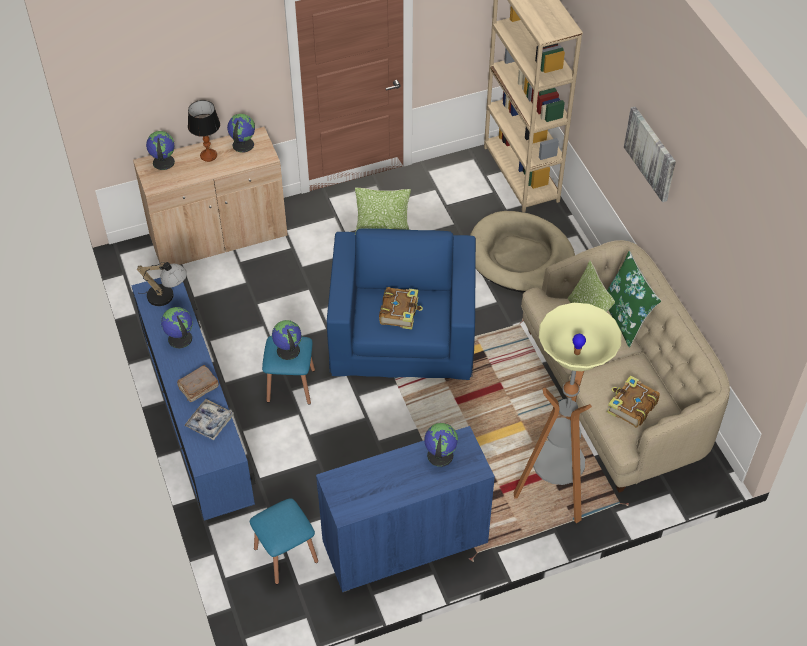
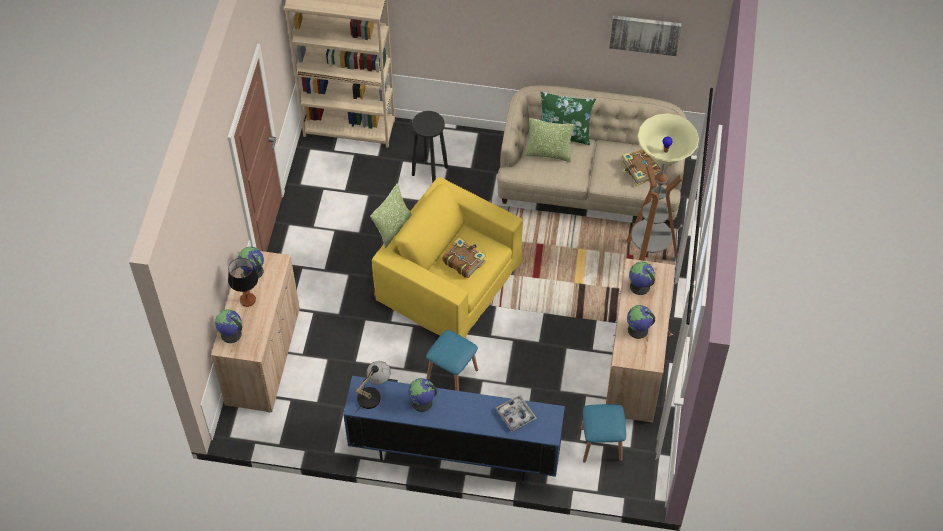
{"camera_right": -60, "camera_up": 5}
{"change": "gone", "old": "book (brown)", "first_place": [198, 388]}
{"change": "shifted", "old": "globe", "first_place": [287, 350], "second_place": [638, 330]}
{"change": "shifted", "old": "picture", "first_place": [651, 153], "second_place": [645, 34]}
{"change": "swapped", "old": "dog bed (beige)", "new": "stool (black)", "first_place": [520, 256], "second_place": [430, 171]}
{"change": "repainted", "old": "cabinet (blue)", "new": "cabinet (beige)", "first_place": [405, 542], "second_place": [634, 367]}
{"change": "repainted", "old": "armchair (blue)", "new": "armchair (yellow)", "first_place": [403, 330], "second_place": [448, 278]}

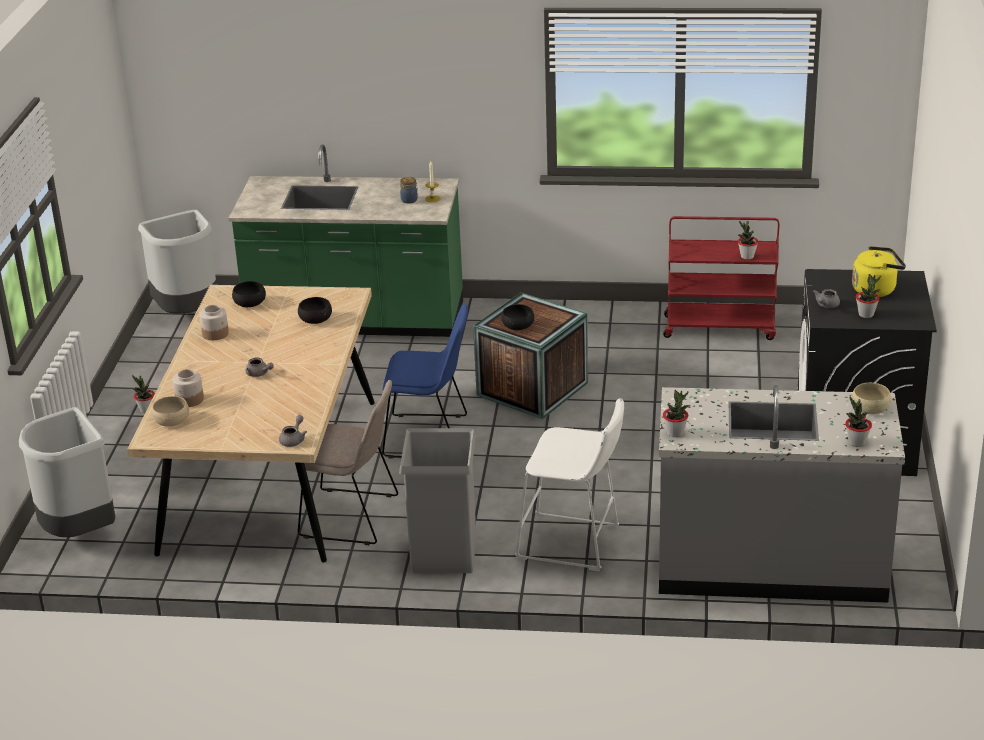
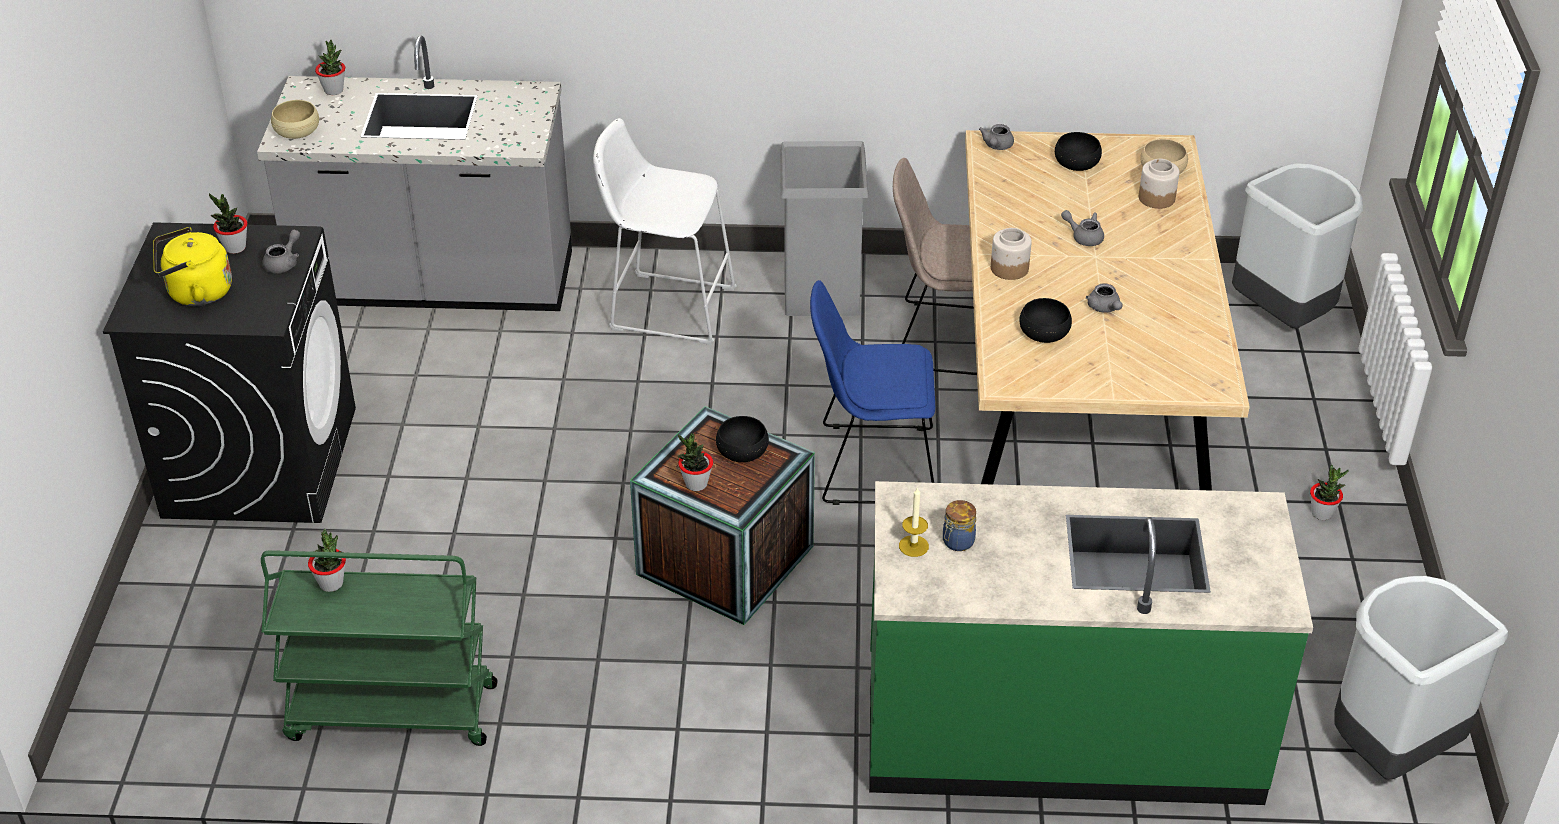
{"camera_right": 175, "camera_up": 10}
{"change": "new", "new": "teapot (grey)", "second_place": [1104, 308]}
{"change": "shifted", "old": "jar", "first_place": [215, 334], "second_place": [1009, 268]}
{"change": "shifted", "old": "bowl (black)", "first_place": [250, 302], "second_place": [1076, 163]}
{"change": "shifted", "old": "potted plant", "first_place": [675, 433], "second_place": [696, 484]}
{"change": "repainted", "old": "cart (red)", "new": "cart (green)", "first_place": [720, 327], "second_place": [390, 713]}

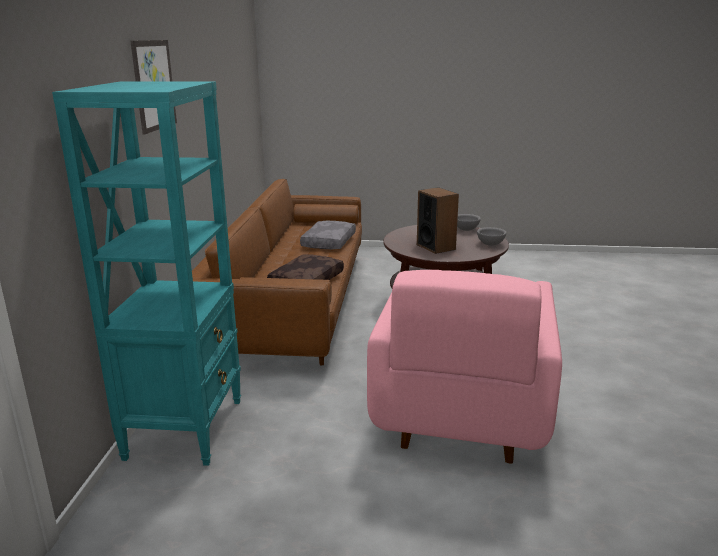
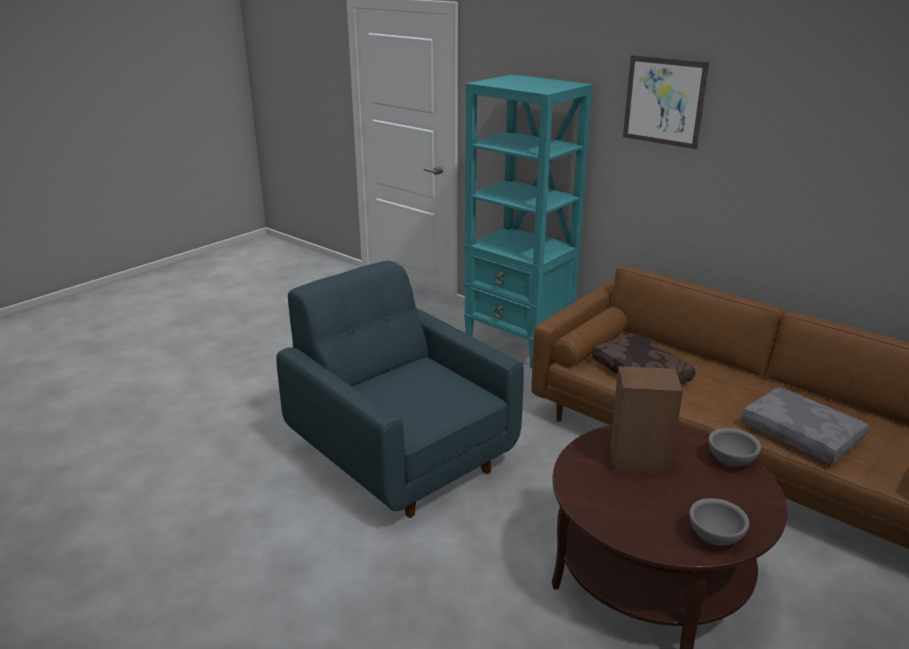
{"camera_right": 125, "camera_up": 5}
{"change": "shifted", "old": "bowl (grey)", "first_place": [490, 244], "second_place": [730, 461]}
{"change": "repainted", "old": "armchair (pink)", "new": "armchair (blue)", "first_place": [462, 411], "second_place": [400, 456]}

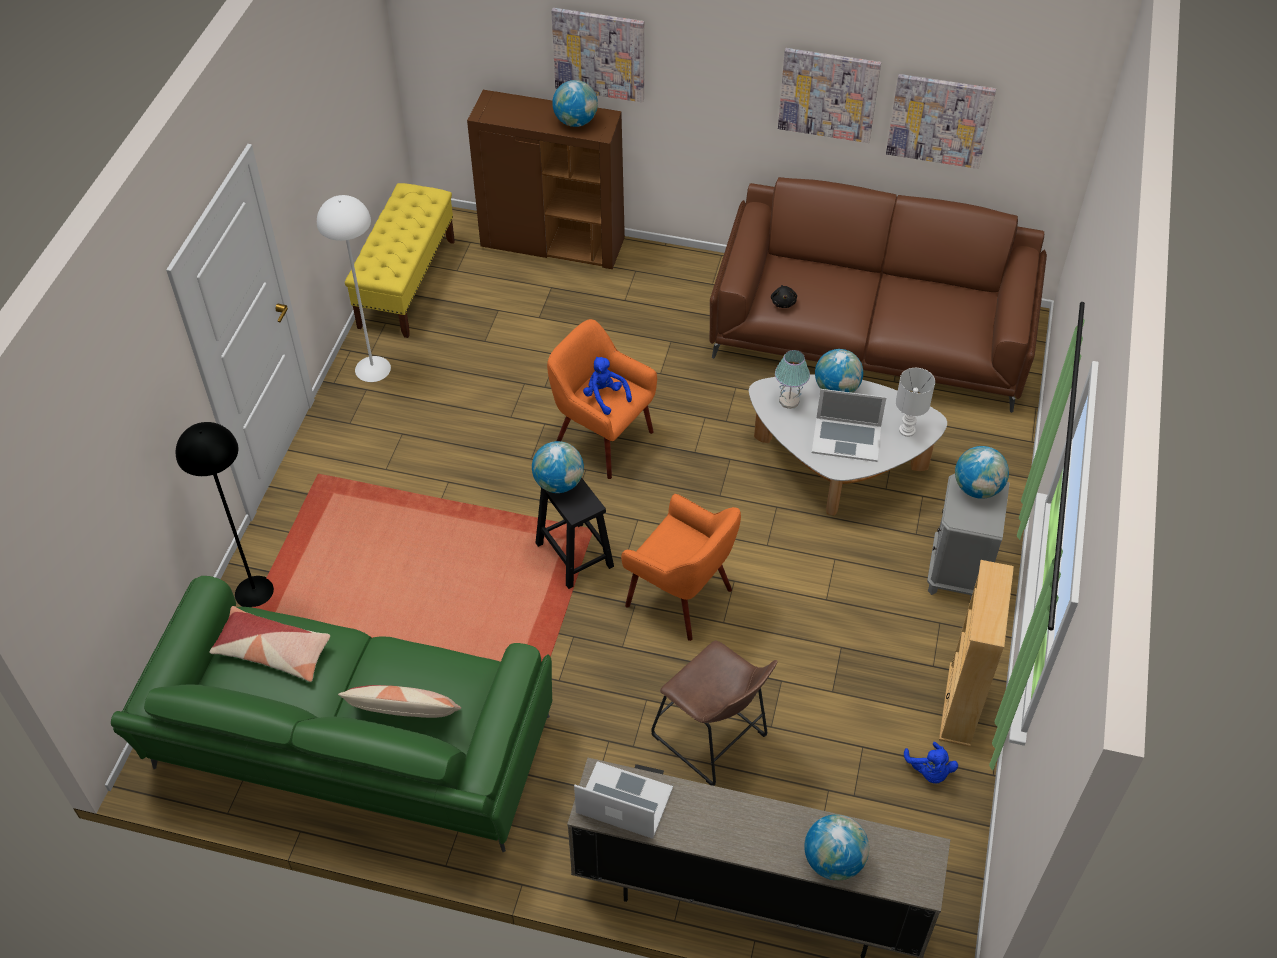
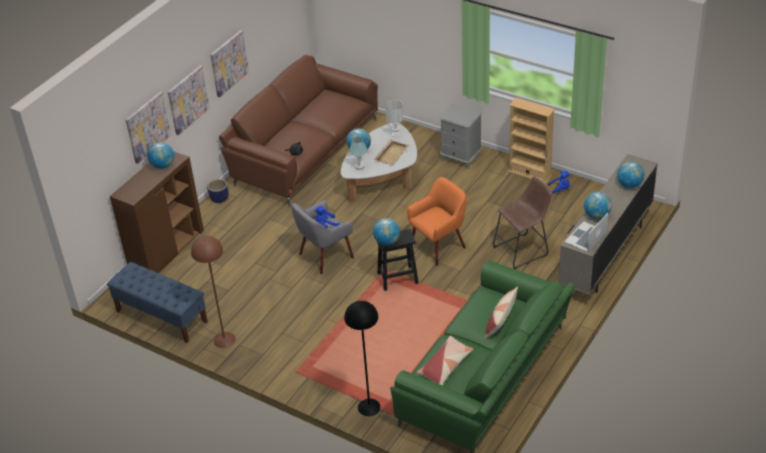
{"camera_right": -70, "camera_up": -10}
{"change": "new", "new": "planter", "second_place": [219, 198]}
{"change": "shifted", "old": "picture", "first_place": [939, 120], "second_place": [188, 99]}
{"change": "shifted", "old": "globe", "first_place": [977, 488], "second_place": [597, 215]}
{"change": "swapped", "old": "laptop", "new": "tray (beige)", "first_place": [846, 439], "second_place": [392, 153]}
{"change": "repainted", "old": "floor lamp (white)", "new": "floor lamp (brown)", "first_place": [372, 368], "second_place": [224, 340]}
{"change": "repainted", "old": "bench (yellow)", "new": "bench (blue)", "first_place": [407, 283], "second_place": [161, 316]}
{"change": "repainted", "old": "armchair (orange)", "new": "armchair (grey)", "first_place": [602, 438], "second_place": [325, 255]}

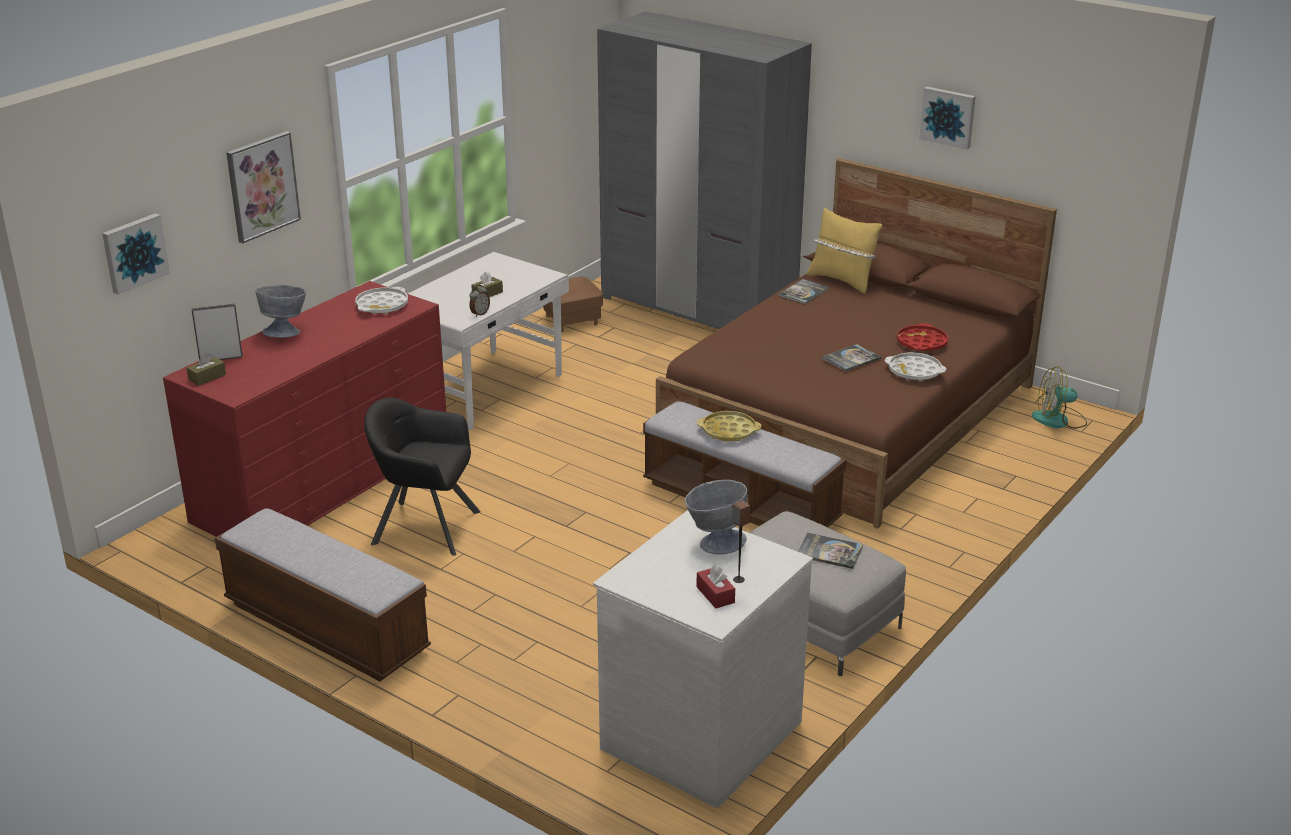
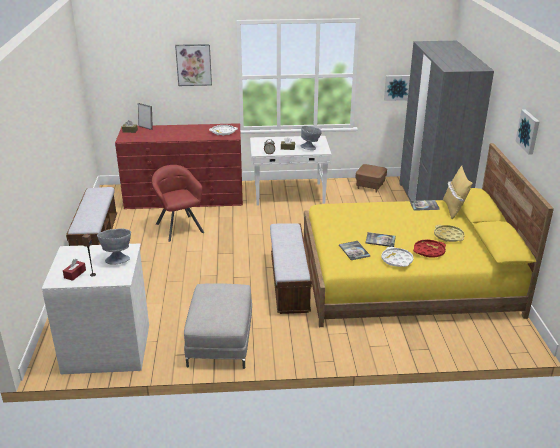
{"camera_right": 50, "camera_up": 0}
{"change": "gone", "old": "fan", "first_place": [1059, 420]}
{"change": "shifted", "old": "picture", "first_place": [134, 252], "second_place": [397, 87]}
{"change": "shifted", "old": "bowl (grey)", "first_place": [285, 331], "second_place": [311, 148]}
{"change": "shifted", "old": "tray (yellow)", "first_place": [728, 431], "second_place": [448, 236]}
{"change": "shifted", "old": "book", "first_place": [829, 552], "second_place": [354, 251]}
{"change": "repainted", "old": "armchair (black)", "new": "armchair (red)", "first_place": [425, 527], "second_place": [179, 228]}
{"change": "repainted", "old": "bed (brown)", "new": "bed (yellow)", "first_place": [851, 415], "second_place": [407, 279]}

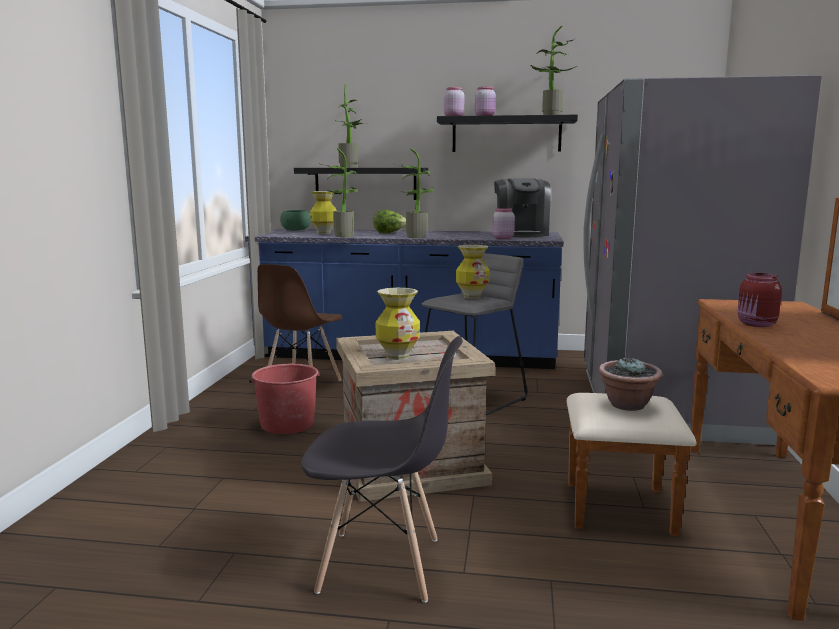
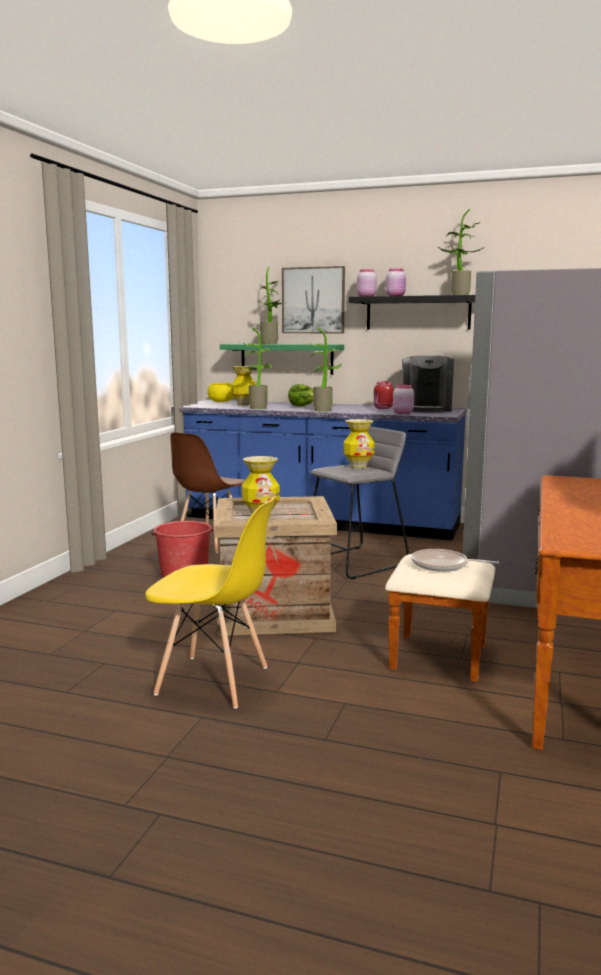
{"camera_right": 10, "camera_up": 0}
{"change": "new", "new": "picture", "second_place": [313, 300]}
{"change": "shifted", "old": "jar (red)", "first_place": [756, 324], "second_place": [382, 408]}
{"change": "swapped", "old": "potted plant", "new": "frying pan", "first_place": [627, 405], "second_place": [443, 565]}
{"change": "repainted", "old": "bowl (green)", "new": "bowl (yellow)", "first_place": [295, 230], "second_place": [221, 401]}
{"change": "repainted", "old": "shelf (black)", "new": "shelf (green)", "first_place": [365, 183], "second_place": [286, 359]}
{"change": "repainted", "old": "chair (grey)", "new": "chair (yellow)", "first_place": [382, 565], "second_place": [214, 681]}

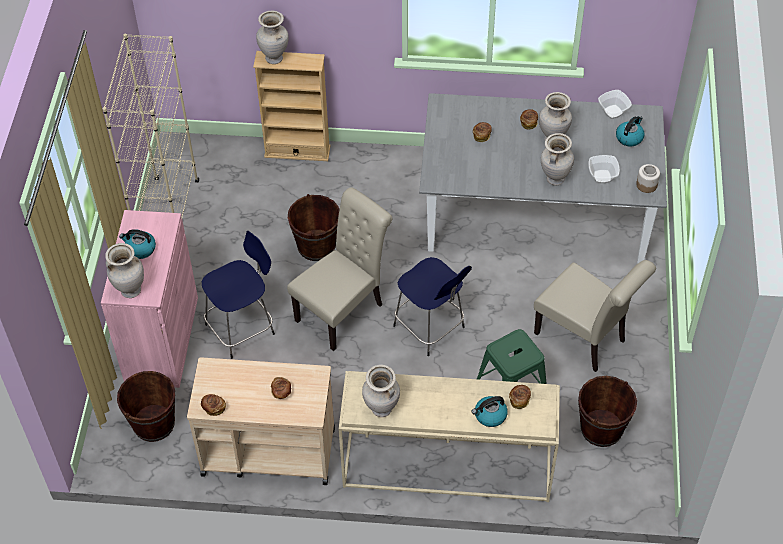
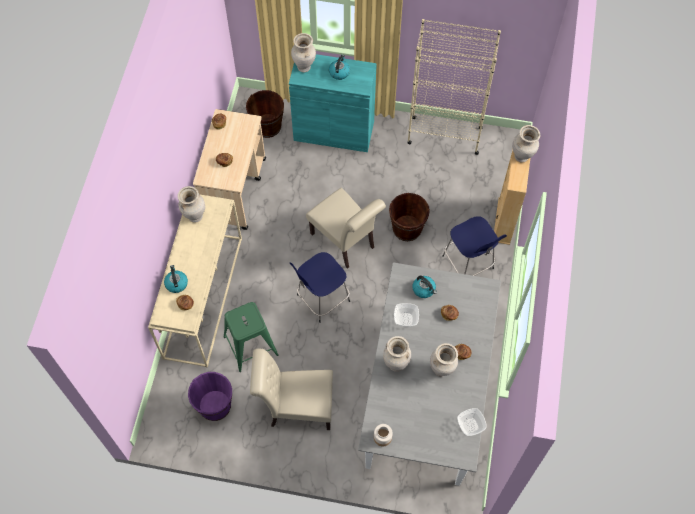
{"camera_right": 95, "camera_up": 10}
{"change": "shifted", "old": "stool (blue)", "first_place": [242, 328], "second_place": [469, 263]}
{"change": "shifted", "old": "bowl", "first_place": [602, 177], "second_place": [405, 320]}
{"change": "shifted", "old": "kettle", "first_place": [629, 137], "second_place": [424, 289]}
{"change": "repainted", "old": "cabinet (pink)", "new": "cabinet (turquoise)", "first_place": [162, 340], "second_place": [334, 131]}
{"change": "repainted", "old": "bucket (brown)", "new": "bucket (purple)", "first_place": [601, 429], "second_place": [215, 406]}
{"change": "rotated", "old": "chair (beige)", "first_place": [585, 339], "second_place": [296, 408], "degrees": 45}

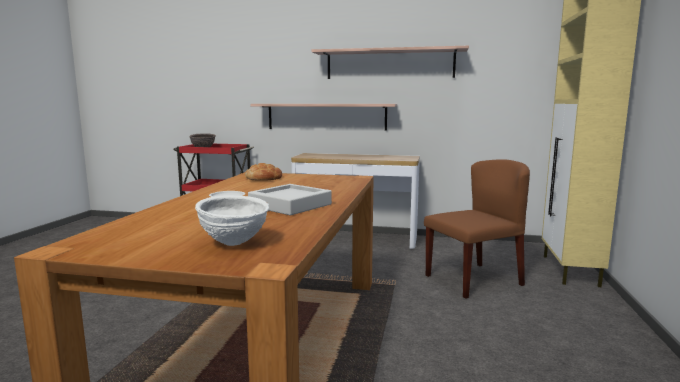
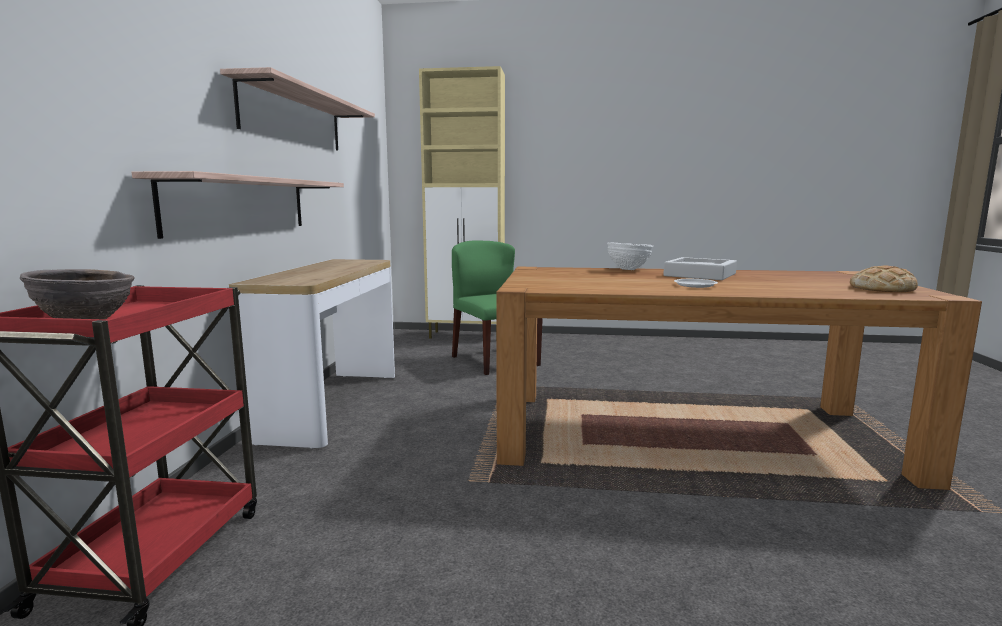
{"camera_right": -95, "camera_up": 0}
{"change": "shifted", "old": "bowl (white)", "first_place": [234, 244], "second_place": [628, 270]}
{"change": "shifted", "old": "bread", "first_place": [263, 178], "second_place": [882, 289]}
{"change": "repainted", "old": "chair (brown)", "new": "chair (green)", "first_place": [473, 280], "second_place": [494, 361]}

